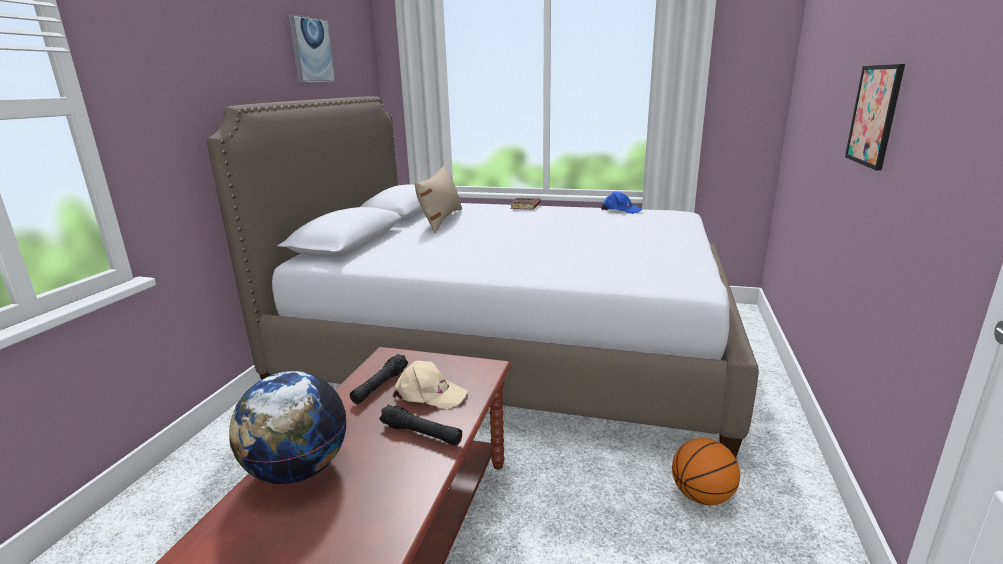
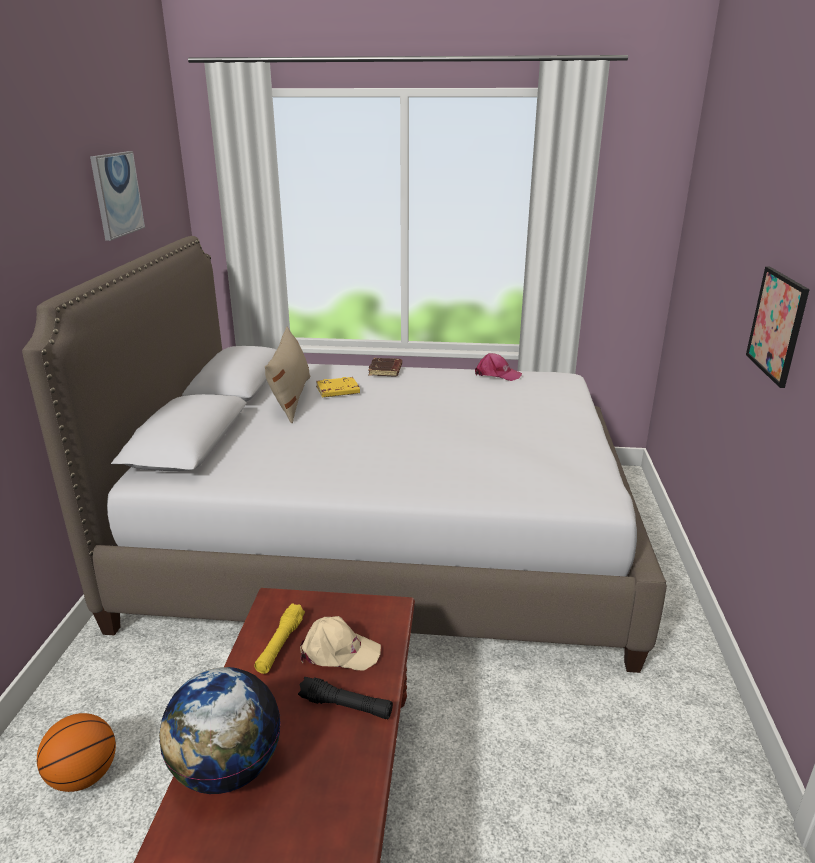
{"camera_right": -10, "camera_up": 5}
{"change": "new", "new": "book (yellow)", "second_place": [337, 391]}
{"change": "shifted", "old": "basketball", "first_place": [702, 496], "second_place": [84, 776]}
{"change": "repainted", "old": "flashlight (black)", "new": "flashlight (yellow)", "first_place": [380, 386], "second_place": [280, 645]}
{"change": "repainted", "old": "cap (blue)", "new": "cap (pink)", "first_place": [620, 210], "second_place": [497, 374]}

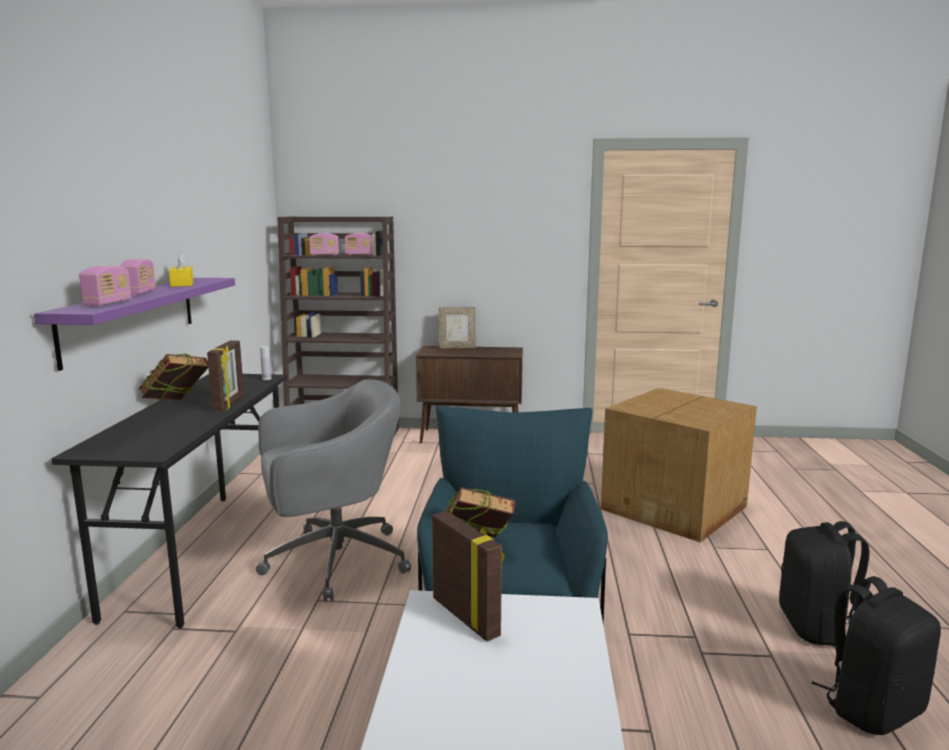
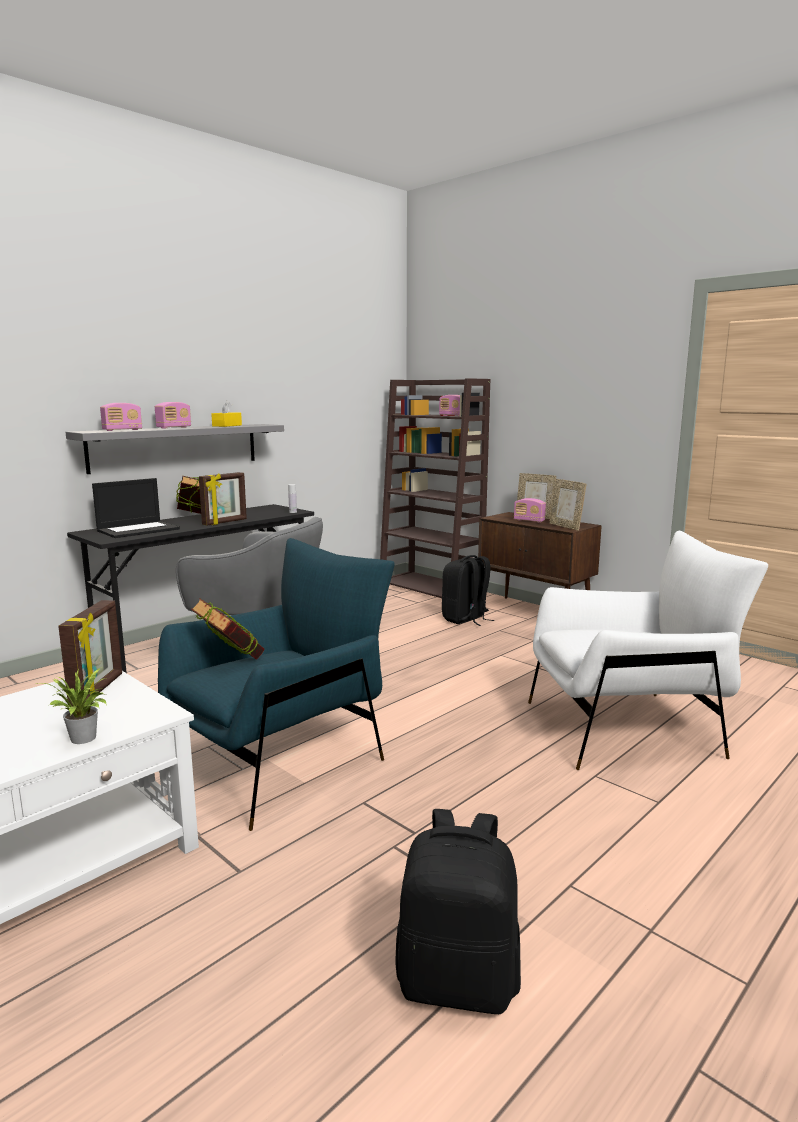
{"camera_right": 40, "camera_up": 0}
{"change": "new", "new": "potted plant", "second_place": [84, 739]}
{"change": "new", "new": "laptop", "second_place": [138, 530]}
{"change": "new", "new": "picture frame", "second_place": [565, 526]}
{"change": "shifted", "old": "radio", "first_place": [324, 255], "second_place": [529, 520]}
{"change": "shifted", "old": "backpack (black)", "first_place": [816, 627], "second_place": [466, 619]}
{"change": "swapped", "old": "cardboard box", "new": "armchair (white)", "first_place": [676, 508], "second_place": [627, 728]}
{"change": "repainted", "old": "shelf (purple)", "new": "shelf (grey)", "first_place": [131, 317], "second_place": [176, 447]}

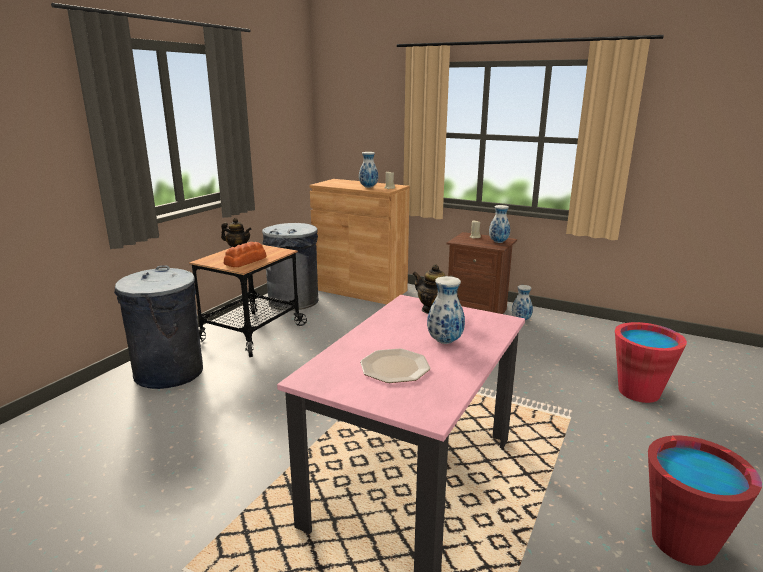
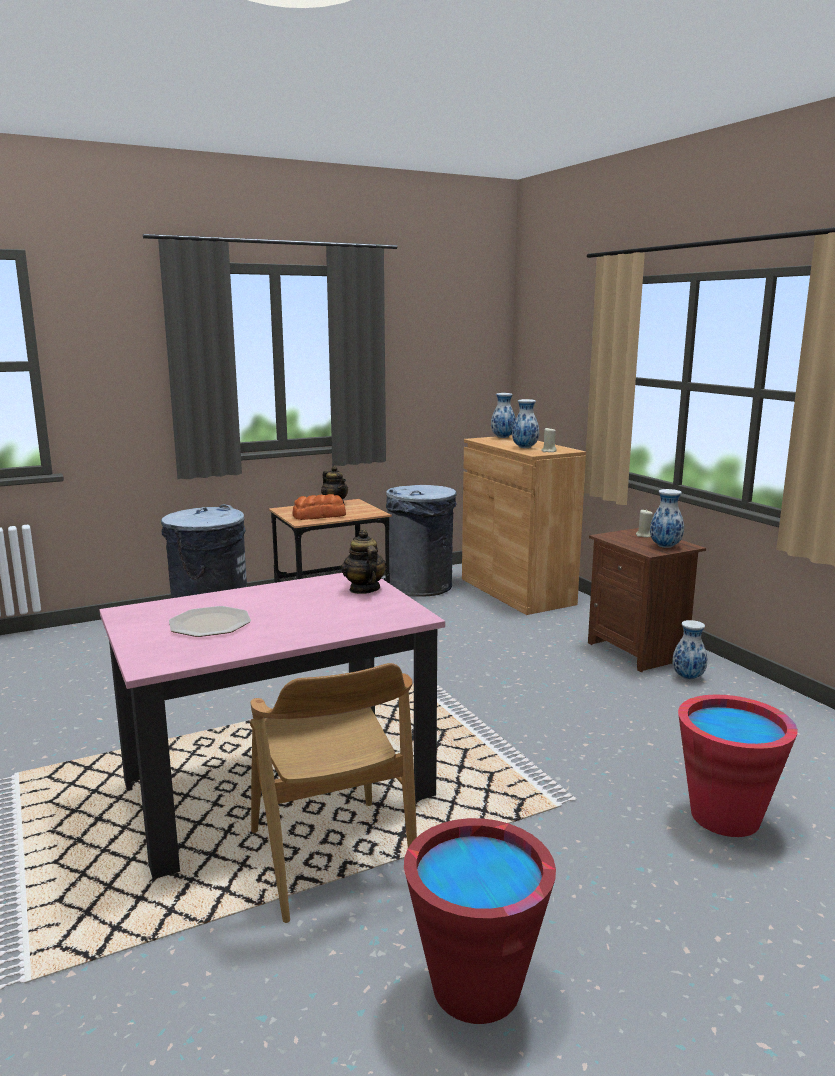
{"camera_right": 35, "camera_up": -5}
{"change": "new", "new": "chair (brown)", "second_place": [330, 858]}
{"change": "shifted", "old": "vase", "first_place": [445, 341], "second_place": [502, 437]}

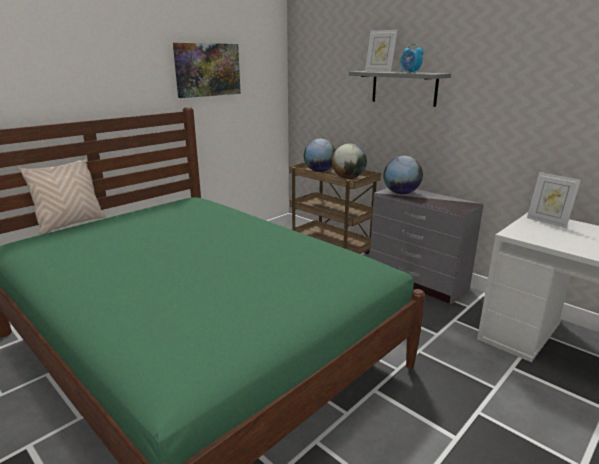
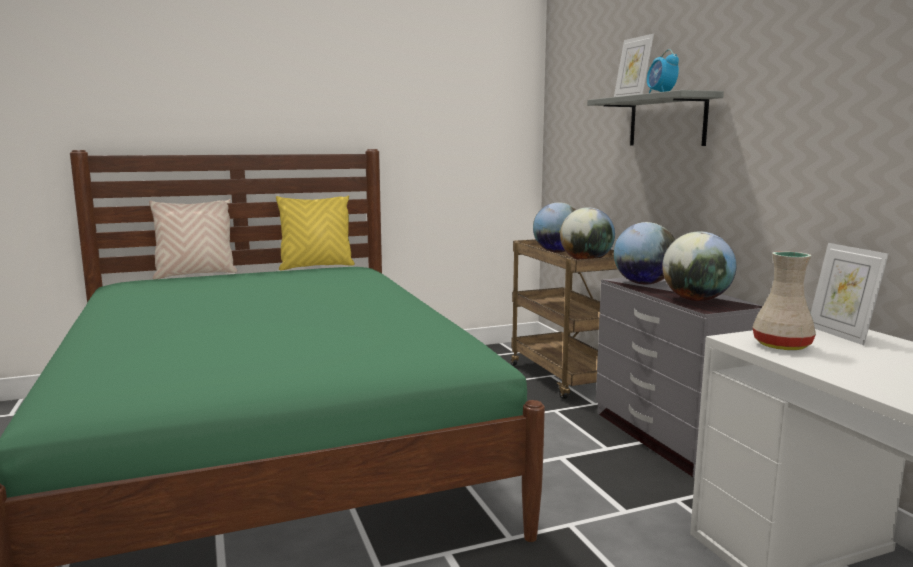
{"camera_right": 25, "camera_up": -10}
{"change": "gone", "old": "picture", "first_place": [207, 70]}
{"change": "new", "new": "pillow (yellow)", "second_place": [316, 266]}
{"change": "new", "new": "globe", "second_place": [696, 300]}
{"change": "new", "new": "vase (beige)", "second_place": [780, 345]}

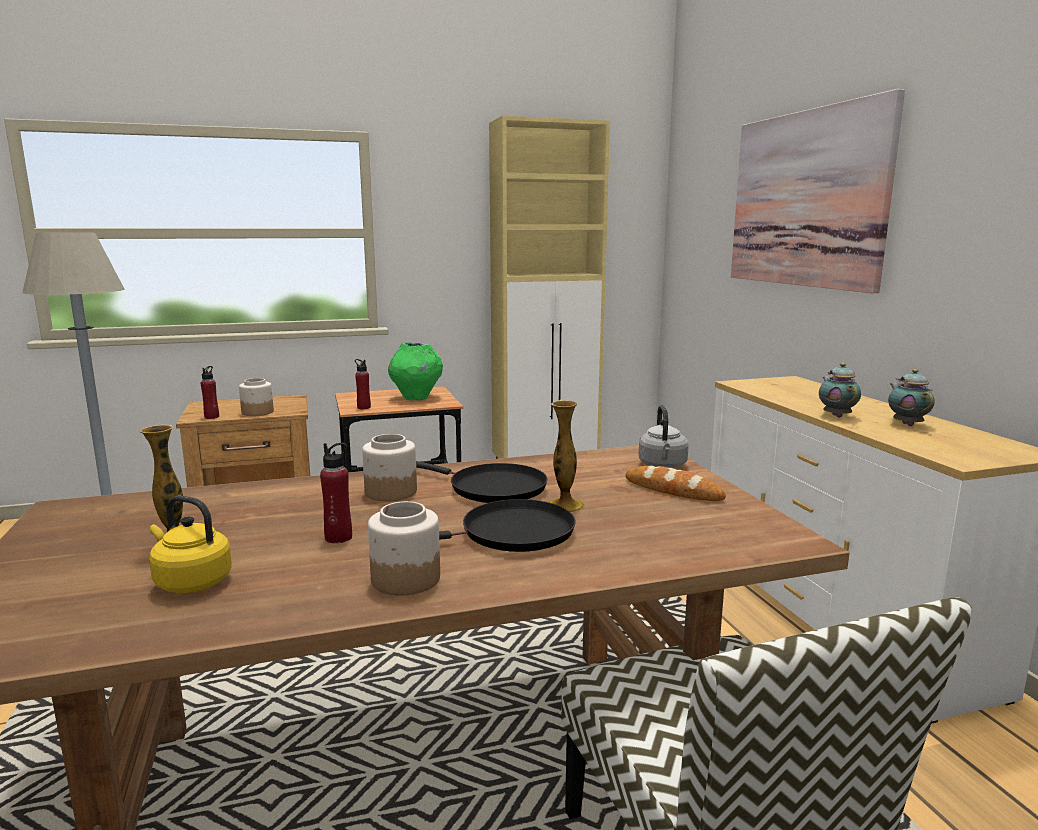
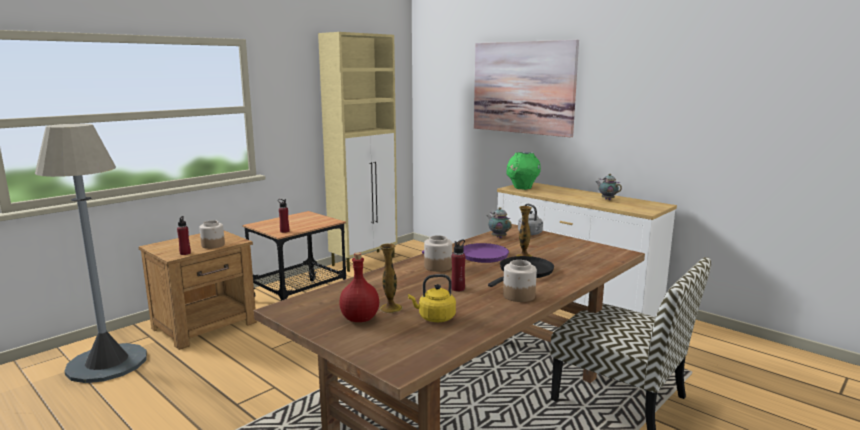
{"camera_right": -30, "camera_up": 0}
{"change": "gone", "old": "bread", "first_place": [673, 490]}
{"change": "new", "new": "bottle (red)", "second_place": [360, 318]}
{"change": "shifted", "old": "vase (green)", "first_place": [416, 398], "second_place": [522, 188]}
{"change": "shifted", "old": "teapot", "first_place": [836, 416], "second_place": [498, 237]}
{"change": "repainted", "old": "frying pan (black)", "new": "frying pan (purple)", "first_place": [492, 488], "second_place": [479, 256]}

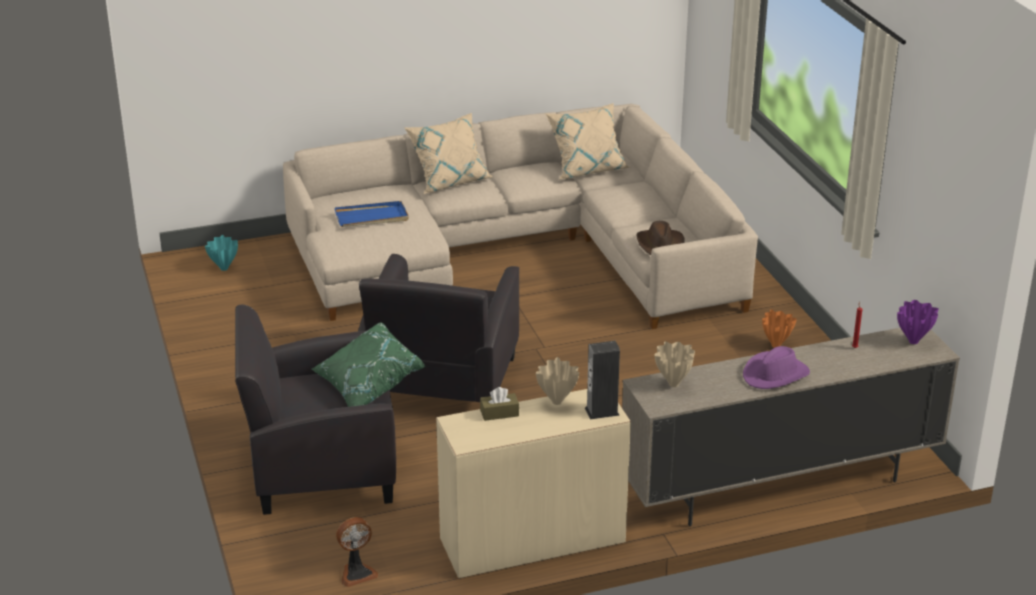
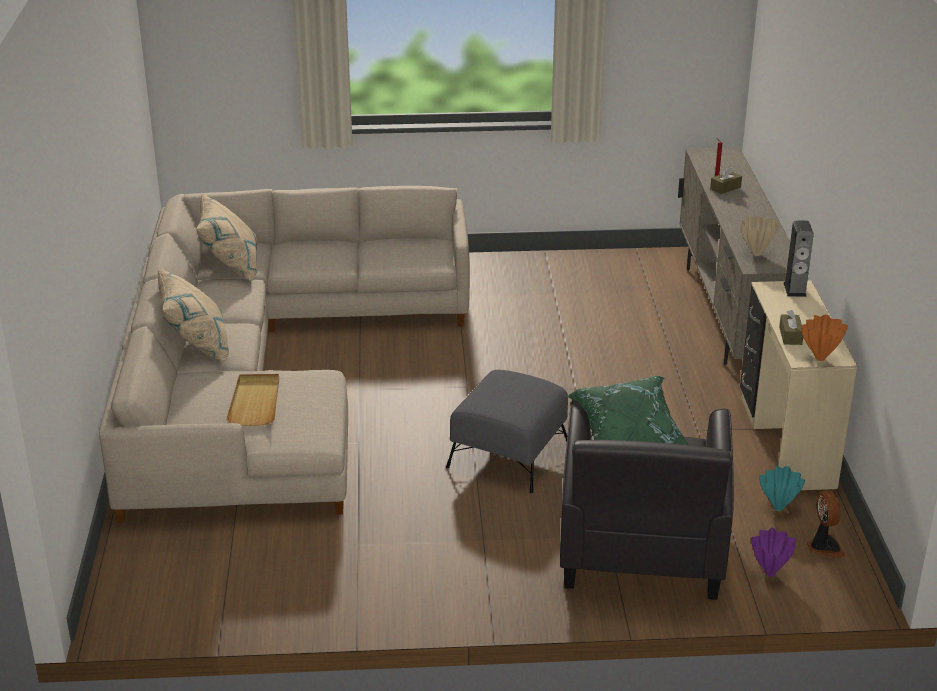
{"camera_right": -75, "camera_up": 0}
{"change": "gone", "old": "vase (beige)", "first_place": [556, 402]}
{"change": "gone", "old": "hat (brown)", "first_place": [660, 245]}
{"change": "gone", "old": "hat (purple)", "first_place": [775, 374]}
{"change": "new", "new": "tissue box (brown)", "second_place": [725, 188]}
{"change": "shifted", "old": "vase (turquoise)", "first_place": [224, 269], "second_place": [779, 508]}
{"change": "shifted", "old": "vase (orange)", "first_place": [776, 346], "second_place": [821, 358]}
{"change": "shifted", "old": "vase (purple)", "first_place": [914, 341], "second_place": [770, 572]}
{"change": "swapped", "old": "armchair (black)", "new": "ottoman (grey)", "first_place": [441, 383], "second_place": [508, 455]}
{"change": "repainted", "old": "tray (blue)", "new": "tray (beige)", "first_place": [372, 217], "second_place": [255, 402]}

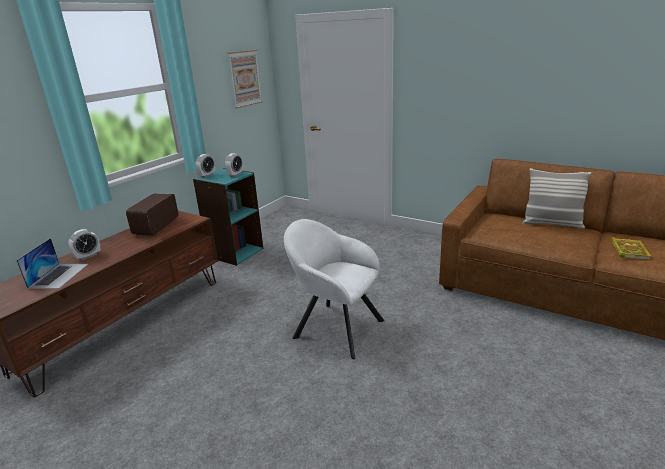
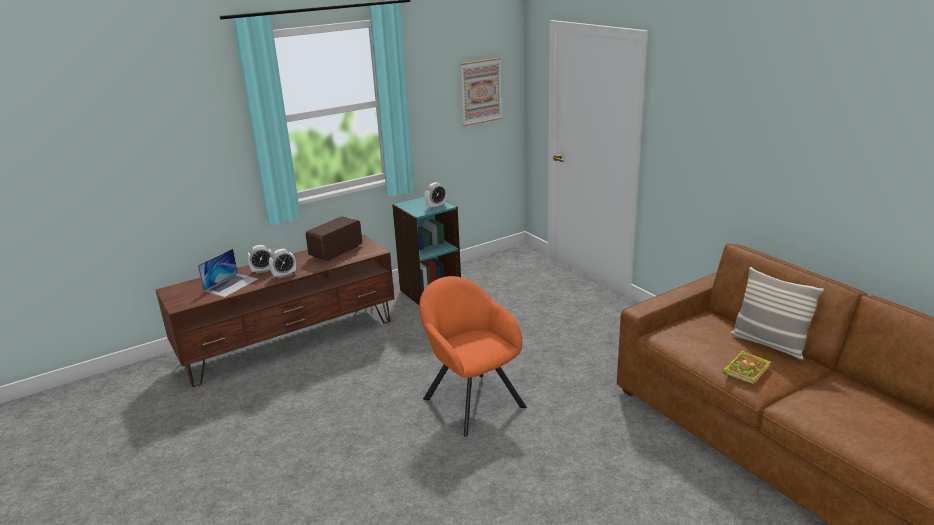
{"camera_right": 25, "camera_up": 0}
{"change": "shifted", "old": "alarm clock", "first_place": [207, 175], "second_place": [284, 275]}
{"change": "shifted", "old": "book", "first_place": [628, 250], "second_place": [746, 369]}
{"change": "repainted", "old": "armchair (white)", "new": "armchair (orange)", "first_place": [334, 327], "second_place": [470, 400]}

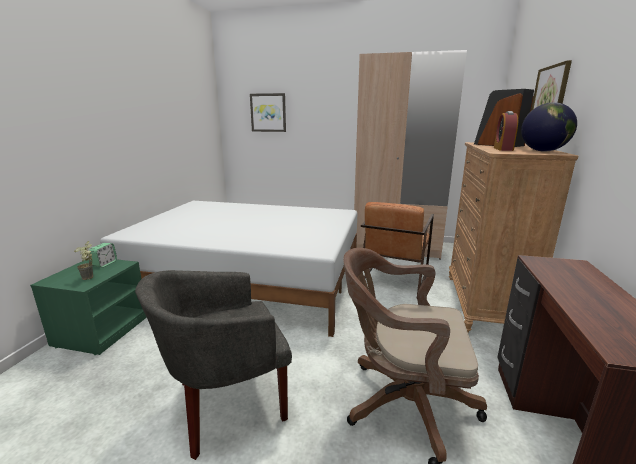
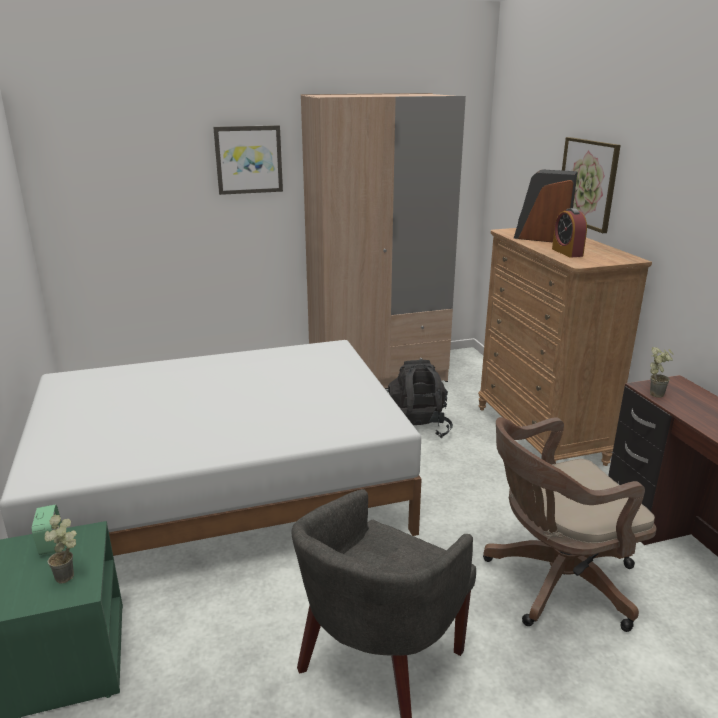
{"camera_right": -30, "camera_up": 5}
{"change": "gone", "old": "globe", "first_place": [543, 151]}
{"change": "new", "new": "potted plant", "second_place": [656, 393]}
{"change": "shifted", "old": "picture", "first_place": [268, 112], "second_place": [248, 159]}
{"change": "swapped", "old": "armchair (brown)", "new": "backpack (black)", "first_place": [393, 278], "second_place": [417, 427]}

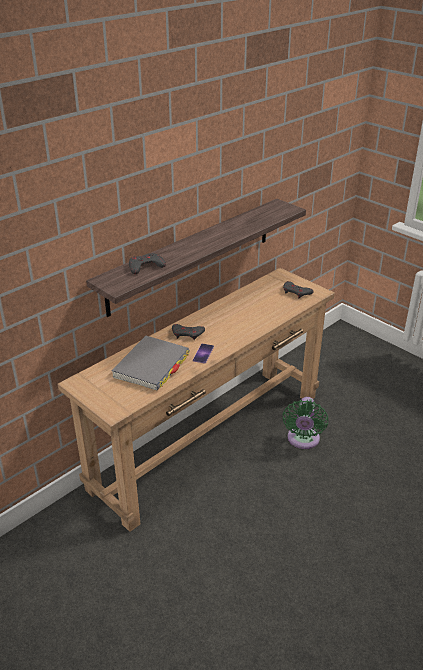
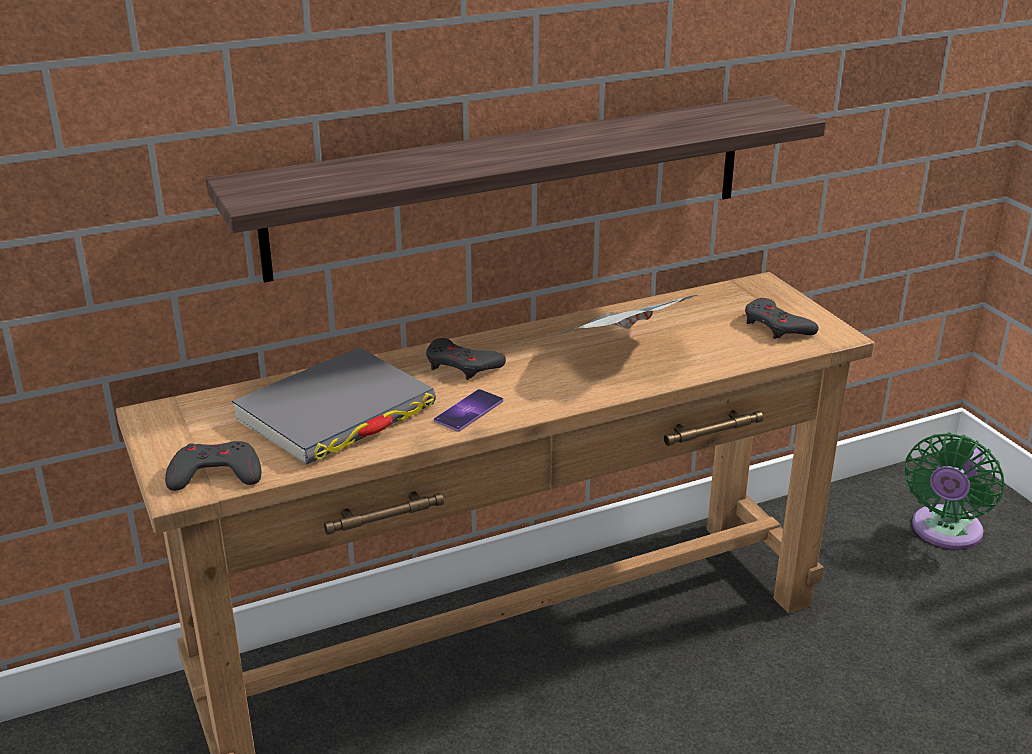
{"camera_right": 20, "camera_up": -5}
{"change": "new", "new": "newspaper", "second_place": [621, 349]}
{"change": "shifted", "old": "game controller (grey)", "first_place": [145, 266], "second_place": [215, 474]}
{"change": "shifted", "old": "fan (green)", "first_place": [303, 440], "second_place": [944, 532]}

